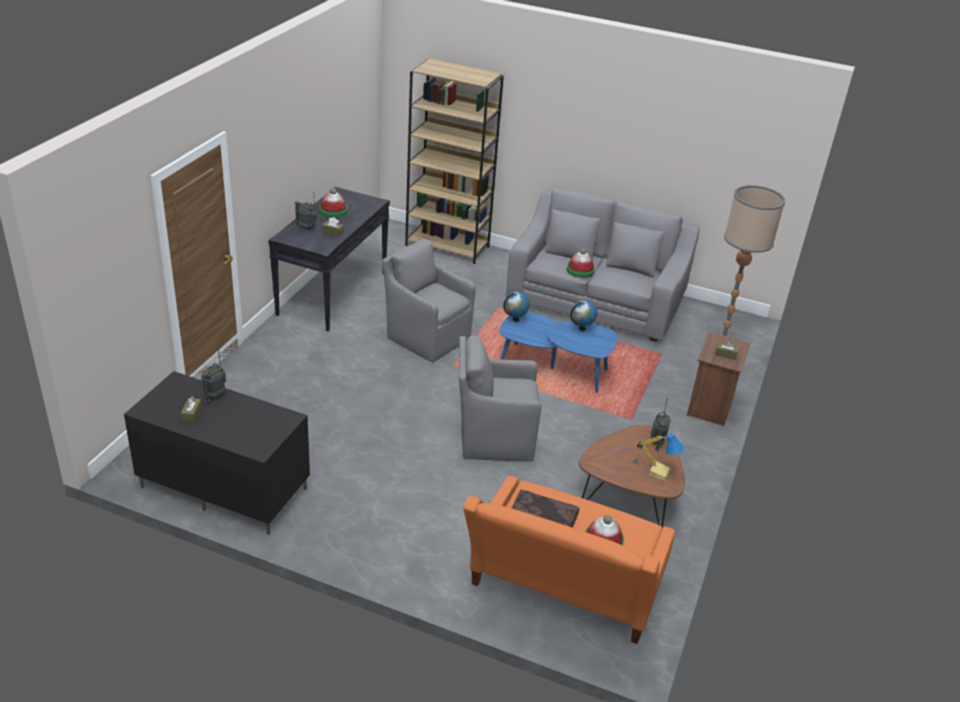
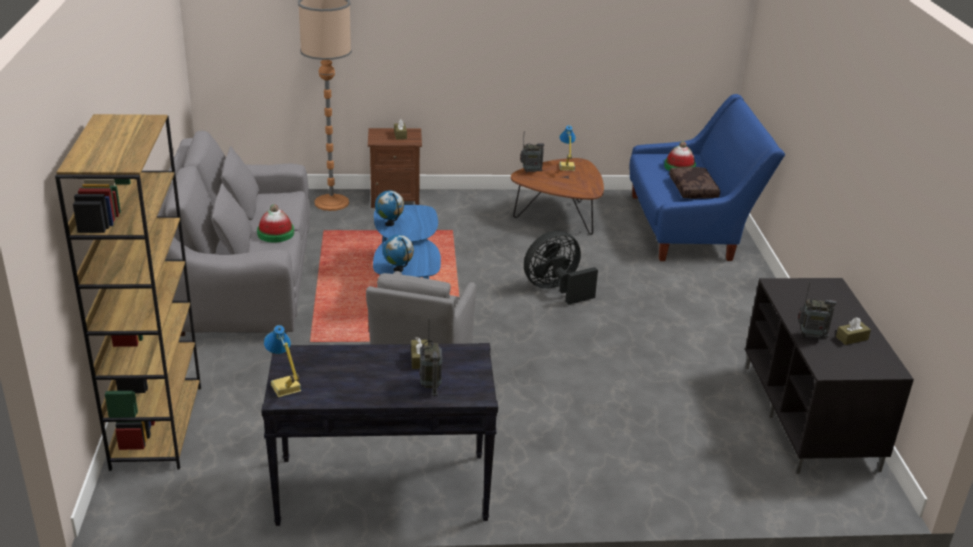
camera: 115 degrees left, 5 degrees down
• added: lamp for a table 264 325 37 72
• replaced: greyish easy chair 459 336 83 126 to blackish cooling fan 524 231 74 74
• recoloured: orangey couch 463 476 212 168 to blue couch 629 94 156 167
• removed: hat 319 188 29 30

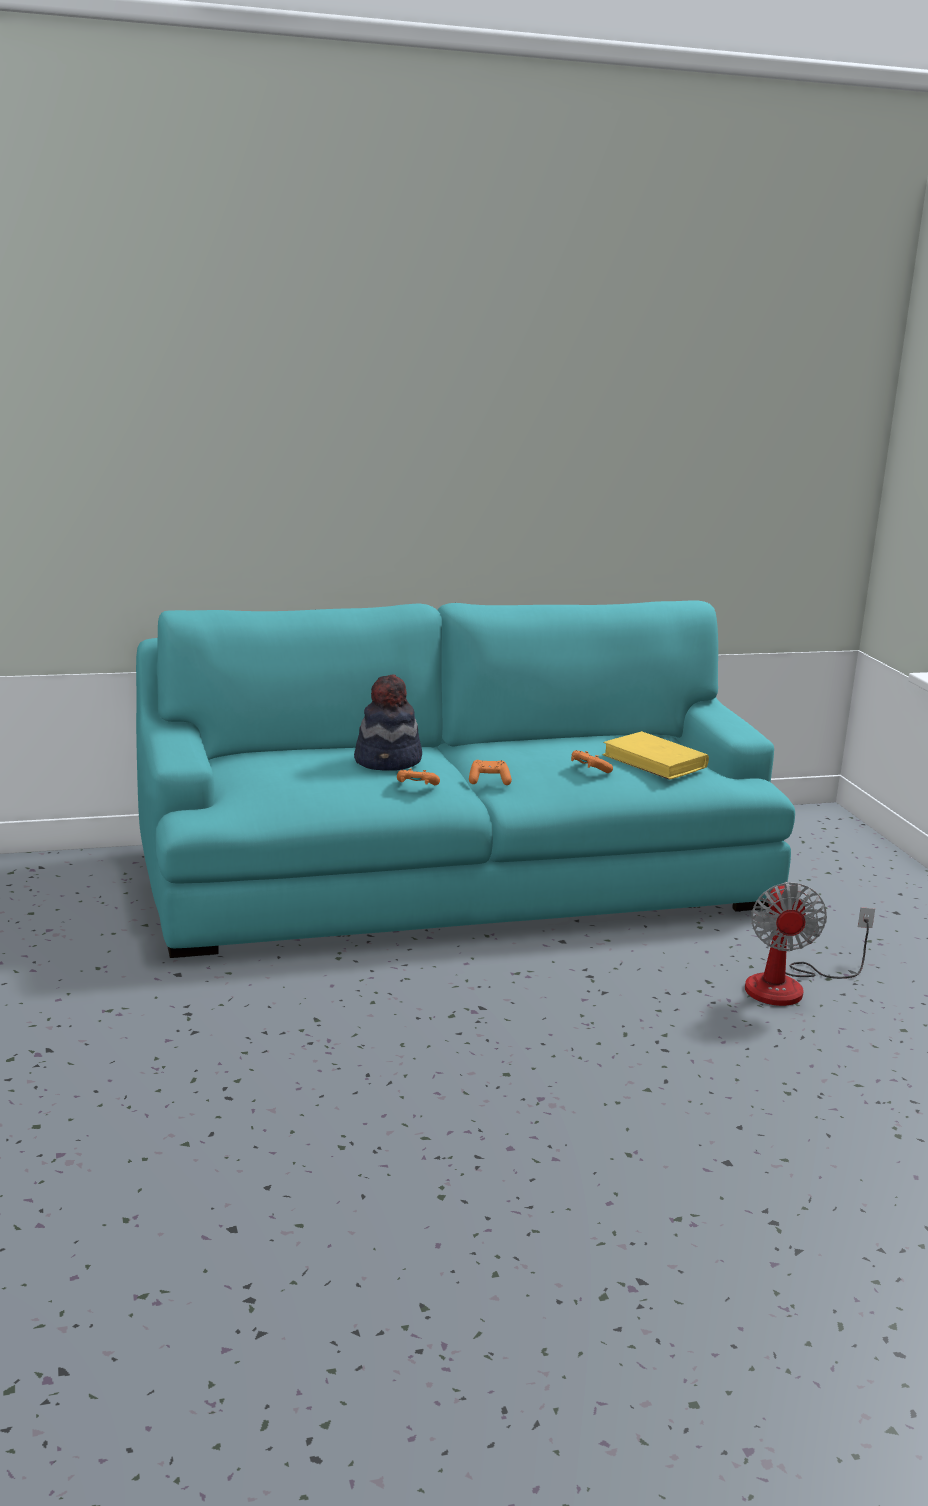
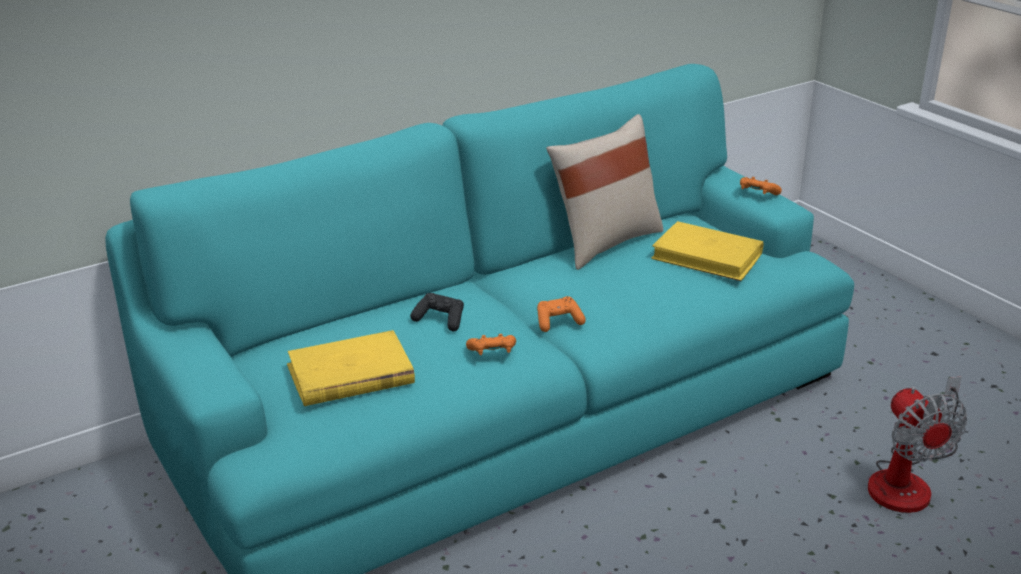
camera: 15 degrees left, 10 degrees up
• added: yellow bound book 287 330 128 76
• replaced: hat 354 674 68 97 to blackish joypad 410 293 54 38
• added: sand-coloured cushion 546 114 117 156
• moved: orangey joypad 571 750 42 23 to 740 177 42 18

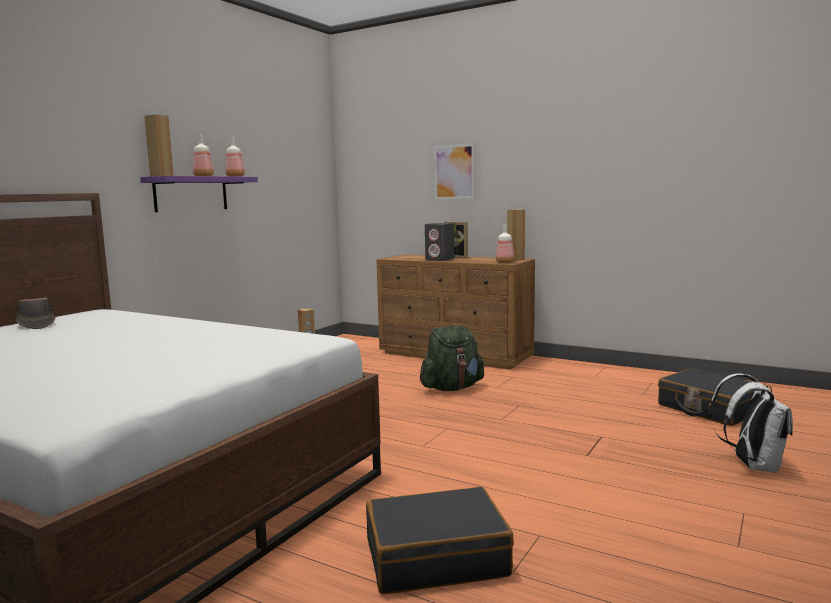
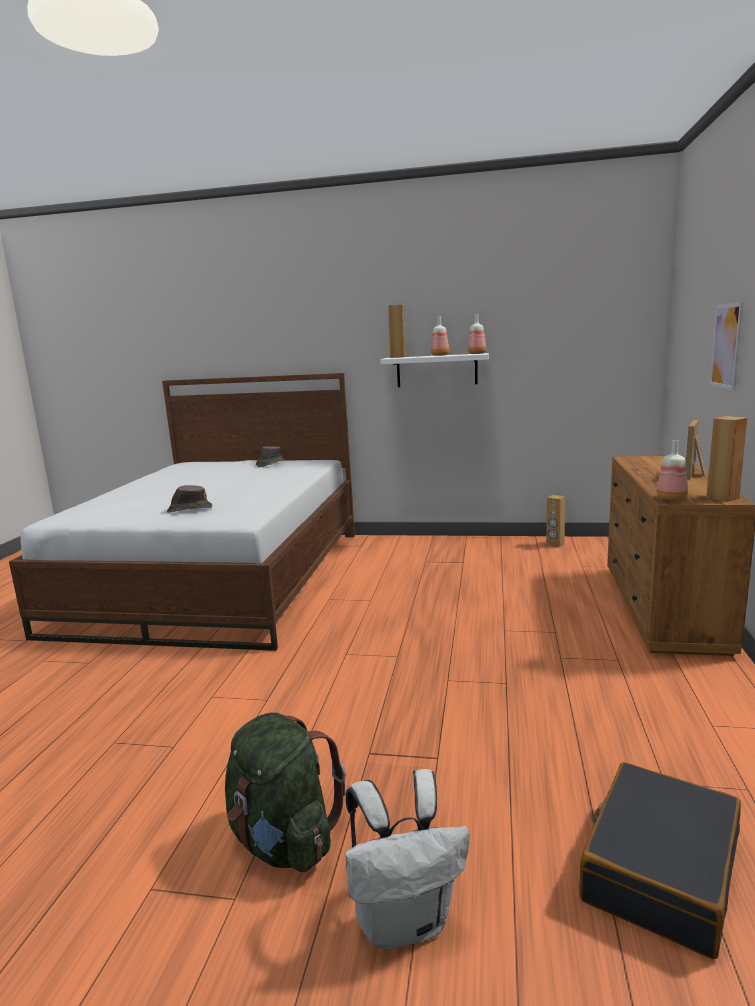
camera: 70 degrees right, 5 degrees up
• added: brown-coloured hat 167 485 45 28
• moved: greenish knapsack 420 325 64 66 to 225 712 121 160
• recoloured: purple shelf 140 176 118 36 to whitish shelf 380 353 109 34
• removed: blackish suitcase 366 486 148 108
• removed: greyish audio speaker 425 223 30 38

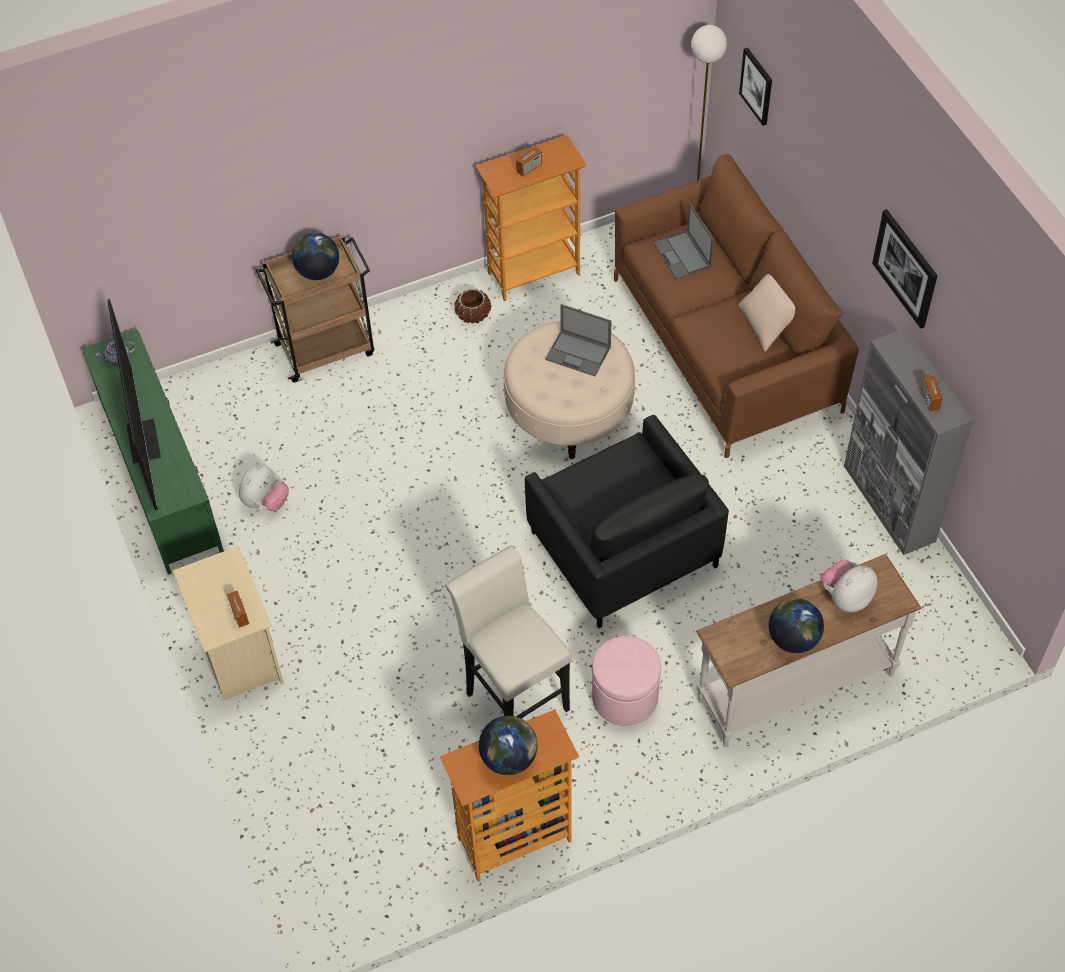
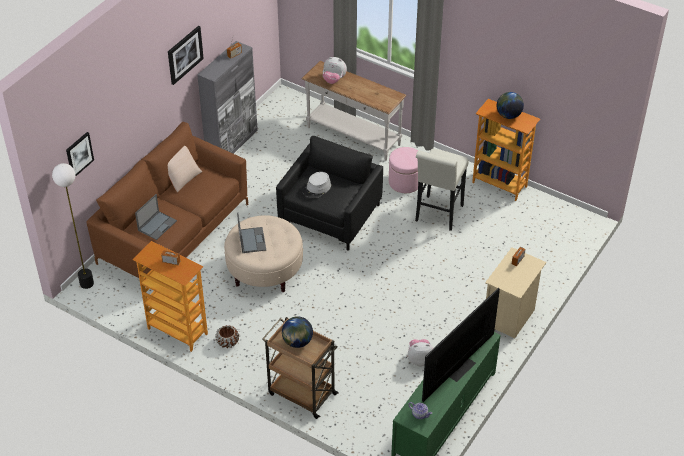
camera: 125 degrees left, 10 degrees down
• added: greyish hat 302 172 29 26
• removed: globe 769 598 55 55

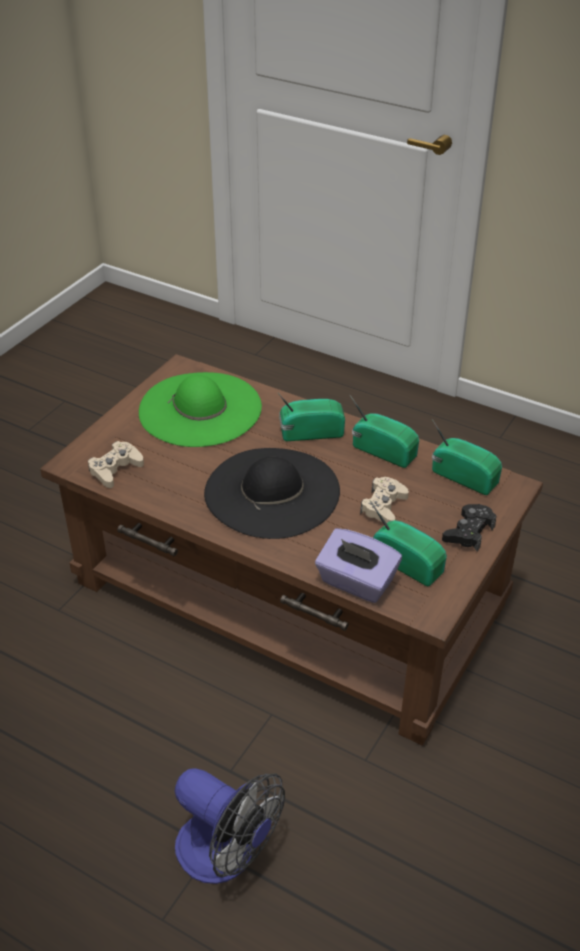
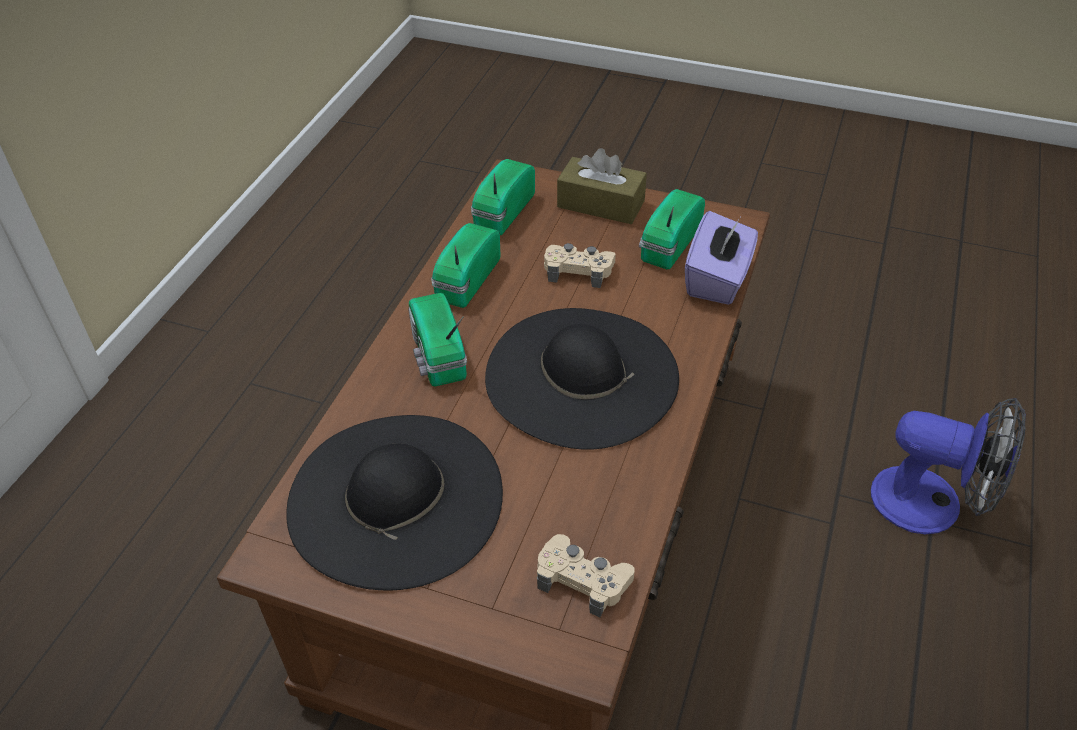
camera: 100 degrees left, 5 degrees up
• recoloured: greenish hat 139 372 123 75 to blackish hat 286 415 217 176
• replaced: blackish joypad 442 504 54 47 to brown-coloured tissue holder 557 148 90 76
• turned: cooling fan 175 768 110 116 = 871 398 155 136 90 degrees clockwise

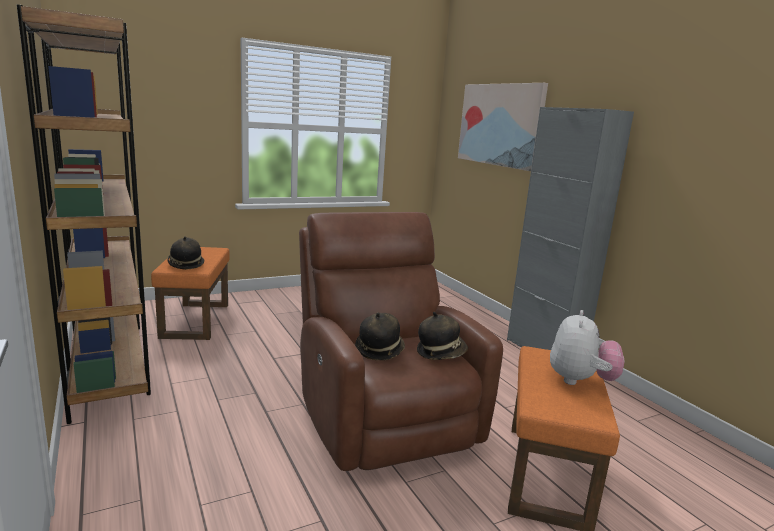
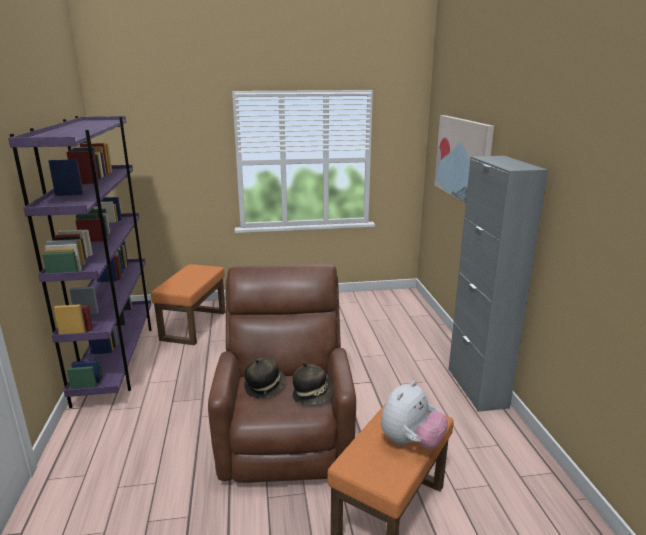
camera: 20 degrees right, 5 degrees up
• recoloured: brown-coloured bookshelf 17 5 134 419 to purple bookshelf 8 116 143 292
• removed: hat 168 236 36 34

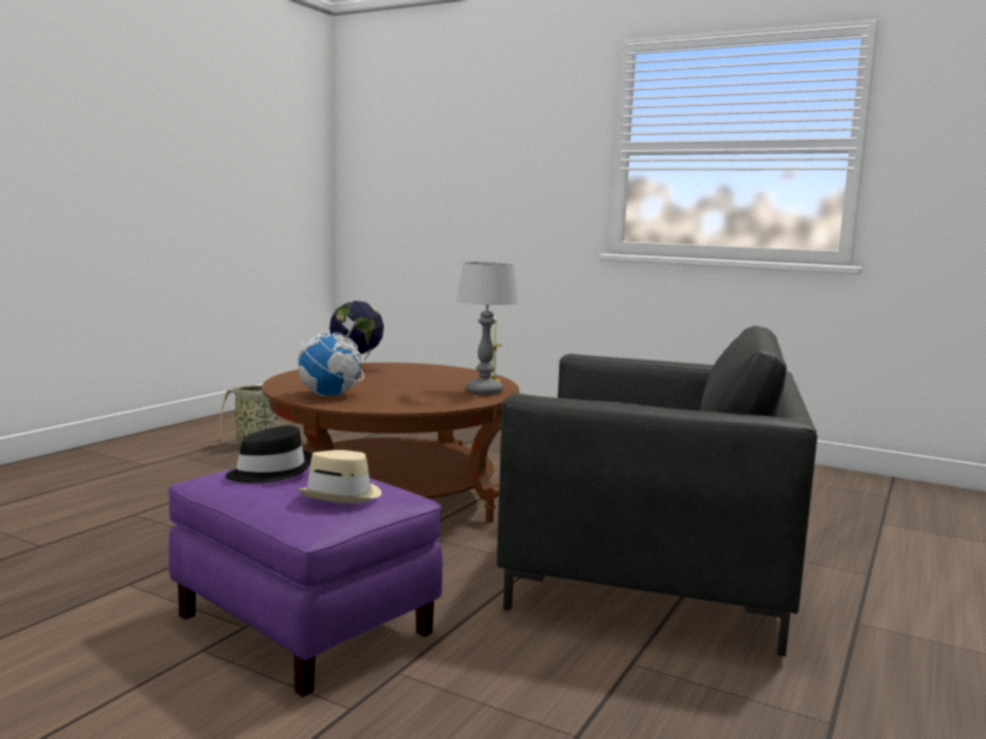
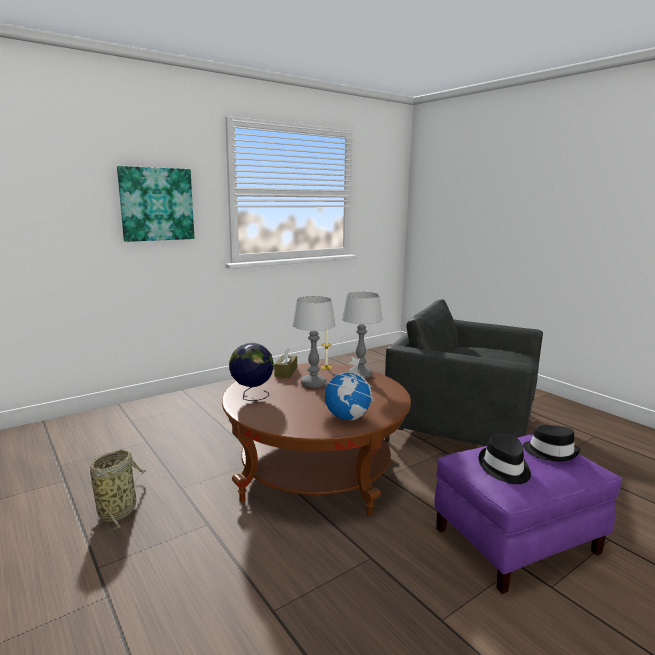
camera: 65 degrees left, 5 degrees up
• added: wall art 117 166 77 76
• added: brown-coloured tissue holder 274 348 23 30
• added: lamp for a table 292 296 44 92
• turned: greyish easy chair 497 326 321 330 = 385 299 158 147 105 degrees counterclockwise
• recoloured: sand-coloured hat 298 450 84 53 to blackish hat 523 425 57 36

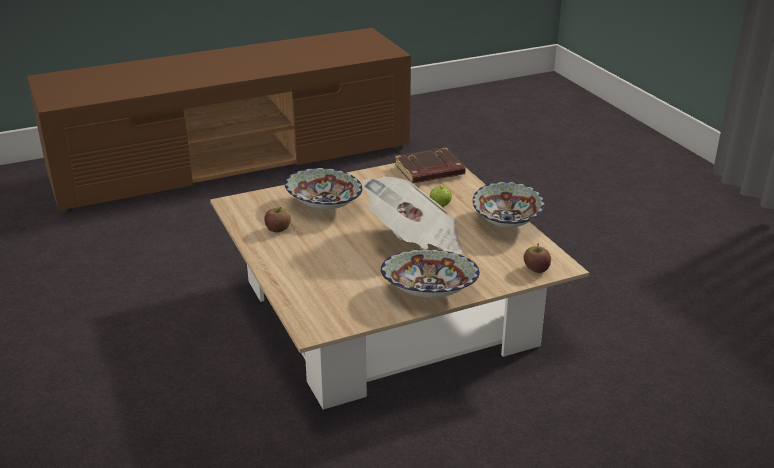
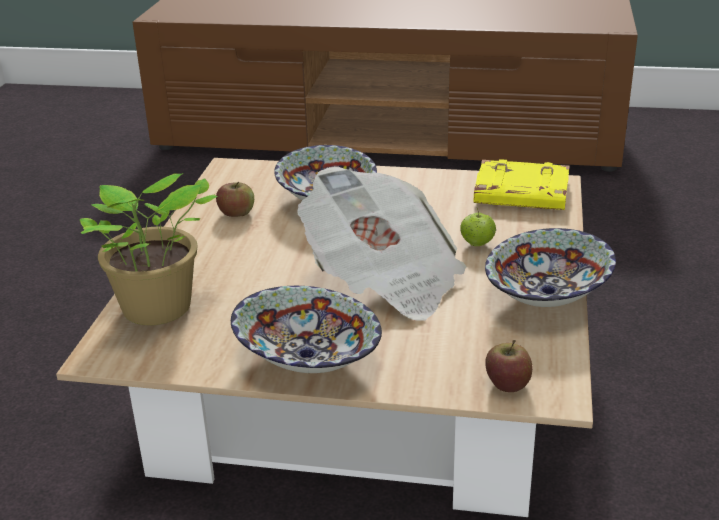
camera: 35 degrees right, 0 degrees up
• added: potted plant 80 173 137 152
• recoloured: brown-coloured bound book 395 148 71 35 to yellow bound book 474 159 96 51

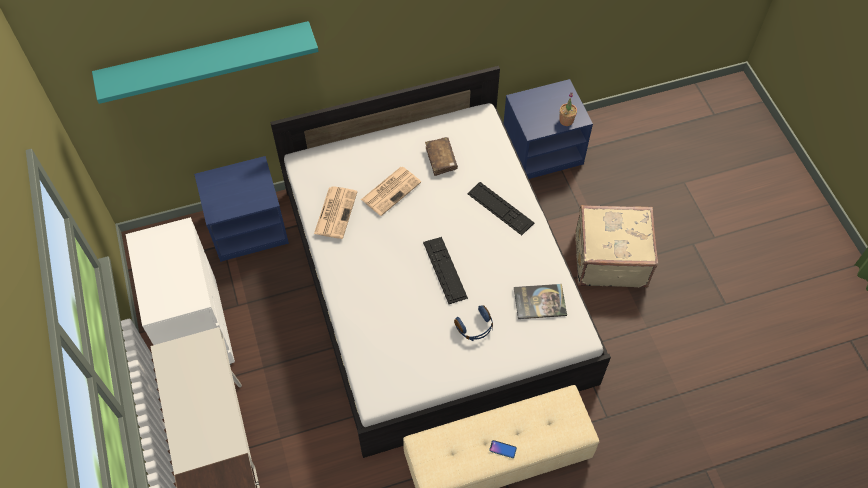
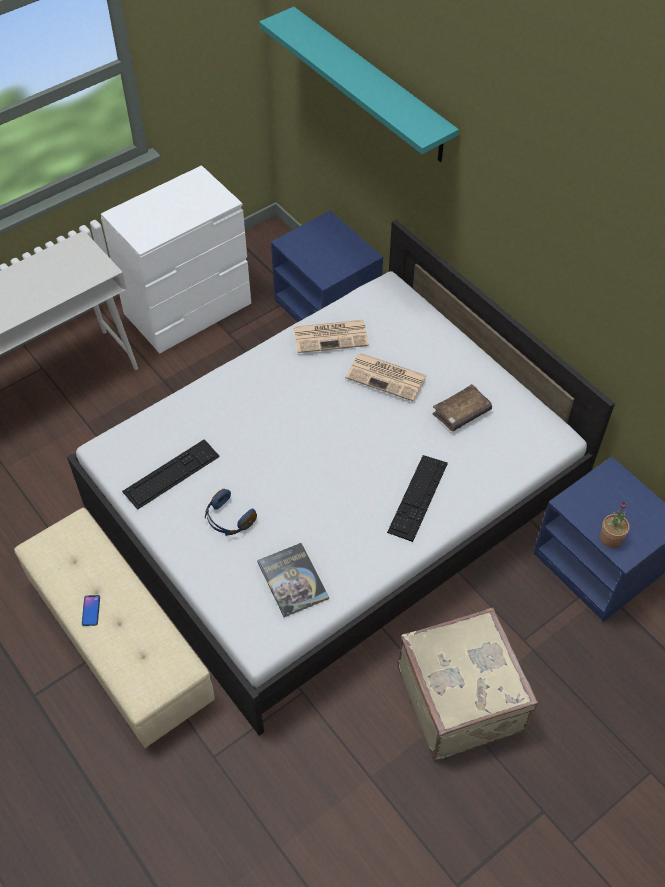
camera: 70 degrees right, 5 degrees down
• moved: computer keyboard 423 237 45 67 to 122 439 98 71

